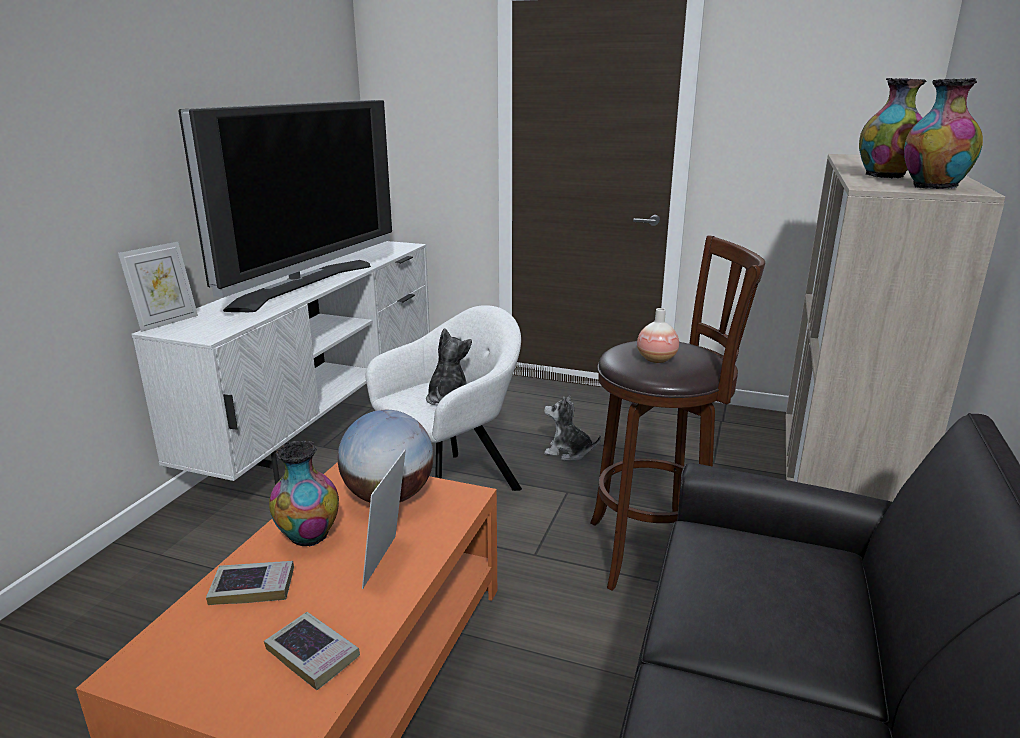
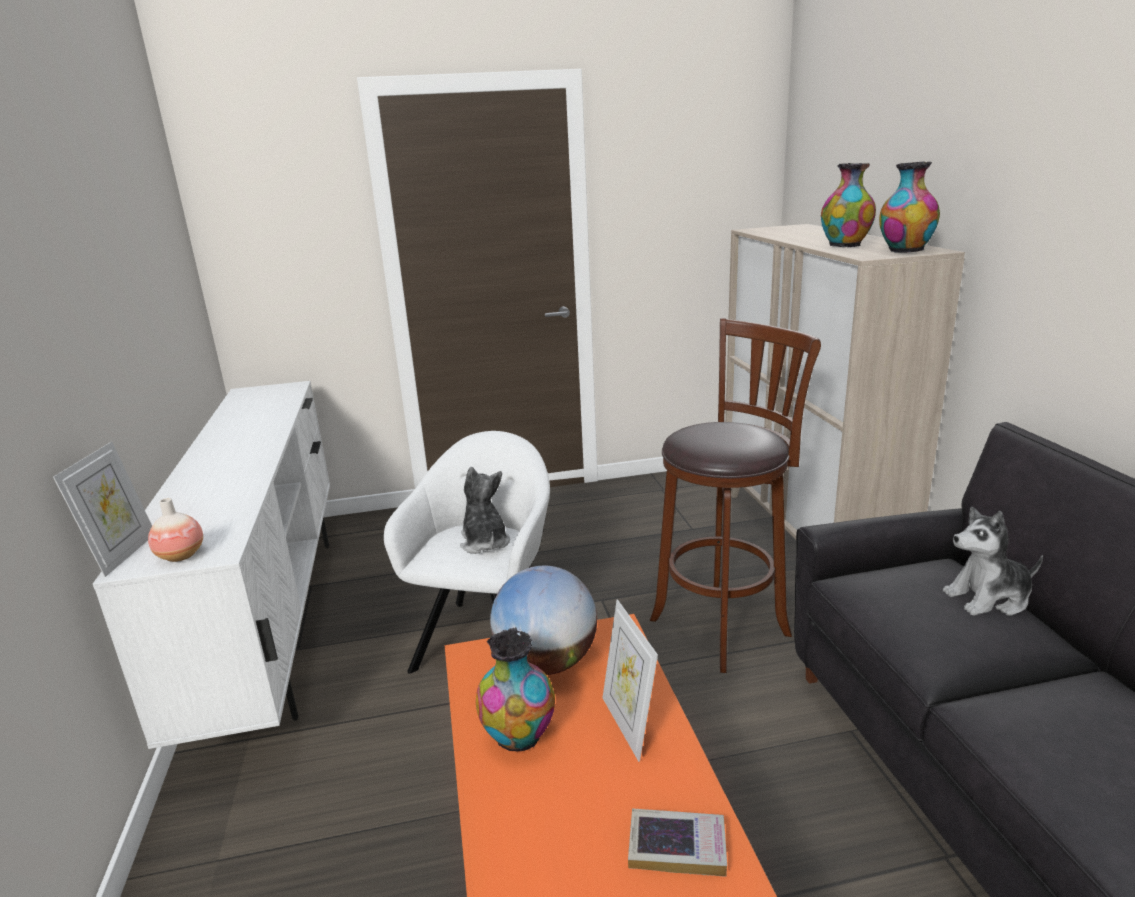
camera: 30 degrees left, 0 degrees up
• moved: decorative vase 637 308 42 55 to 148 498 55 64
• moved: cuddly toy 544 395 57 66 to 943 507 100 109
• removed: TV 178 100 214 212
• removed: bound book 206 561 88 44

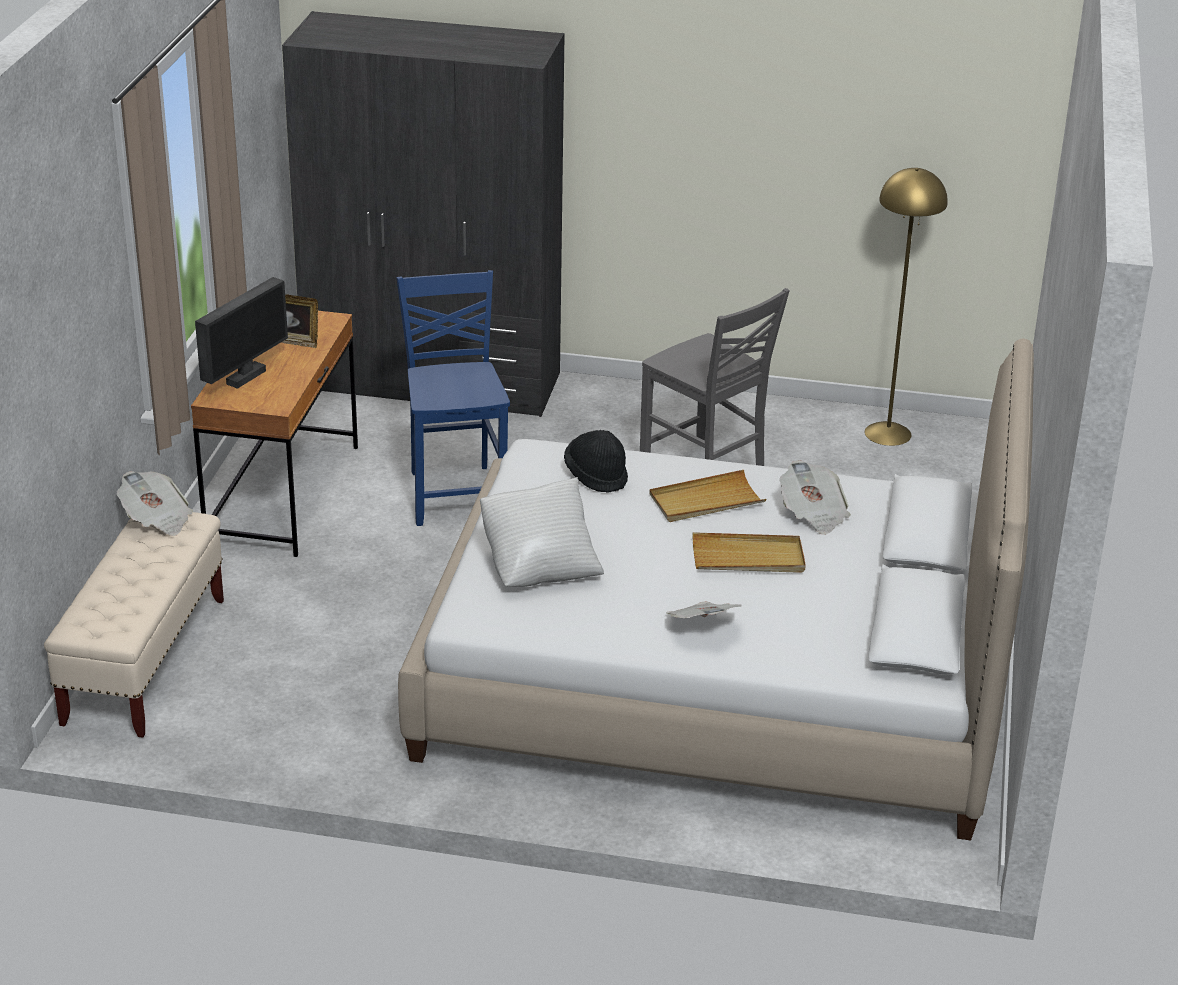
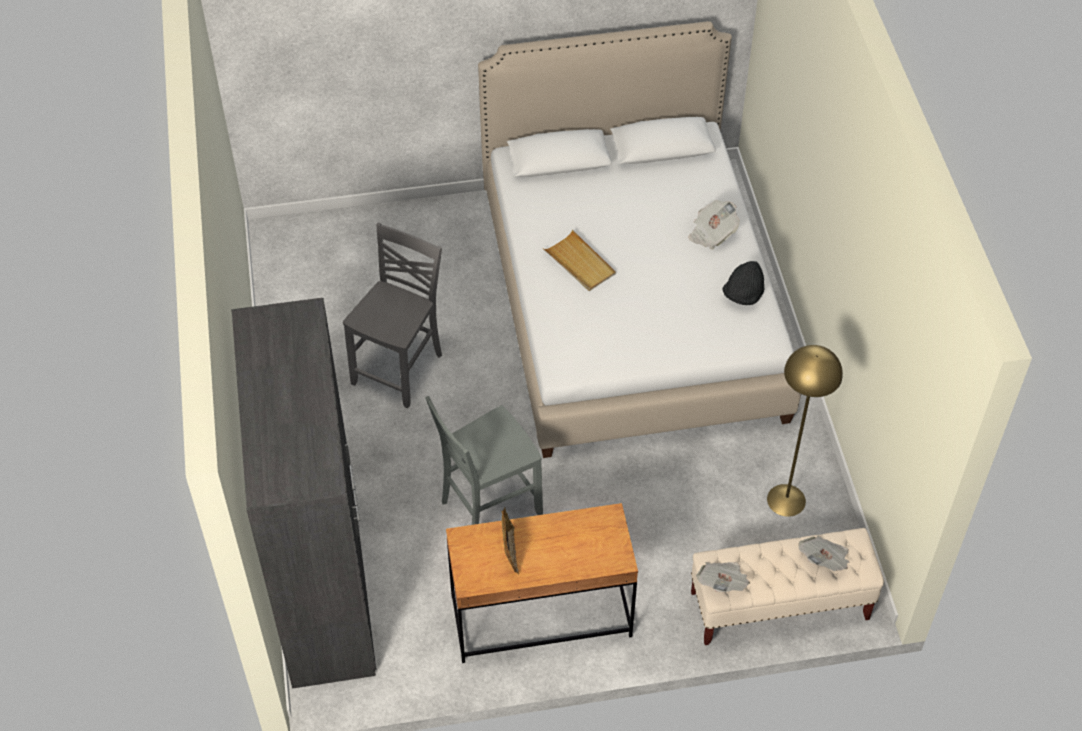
camera: 110 degrees left, 20 degrees up
• recoloured: blue plain chair 396 270 114 256 to greyish plain chair 425 396 118 129
• moved: blackish hat 564 430 64 63 to 722 261 42 44
• moved: yellow floor lamp 865 168 83 278 to 767 345 76 172
• moved: daily paper 779 460 72 75 to 798 536 51 35
• removed: computer screen 195 277 93 112
• removed: whitish cushion 480 477 124 110
• removed: sand-coloured carrying tray 693 532 113 41

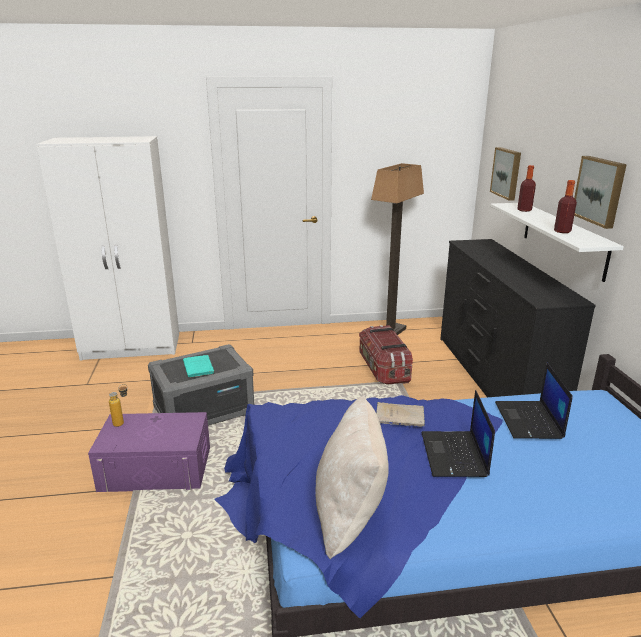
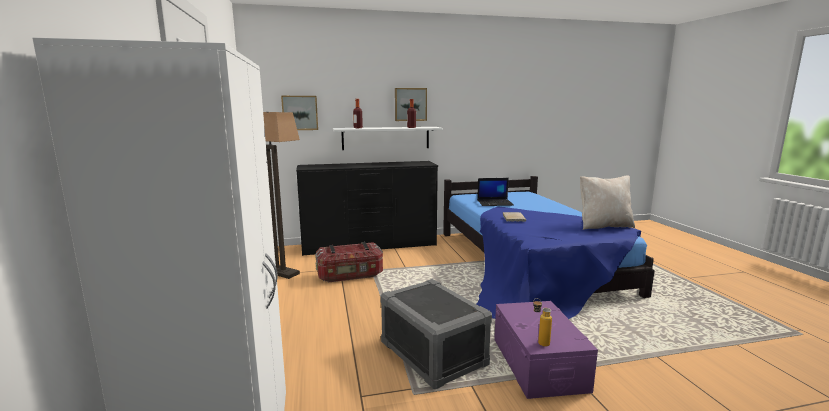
camera: 95 degrees left, 10 degrees down
• removed: turquoise-coloured bound book 183 355 31 23
• removed: notebook computer 421 390 74 87

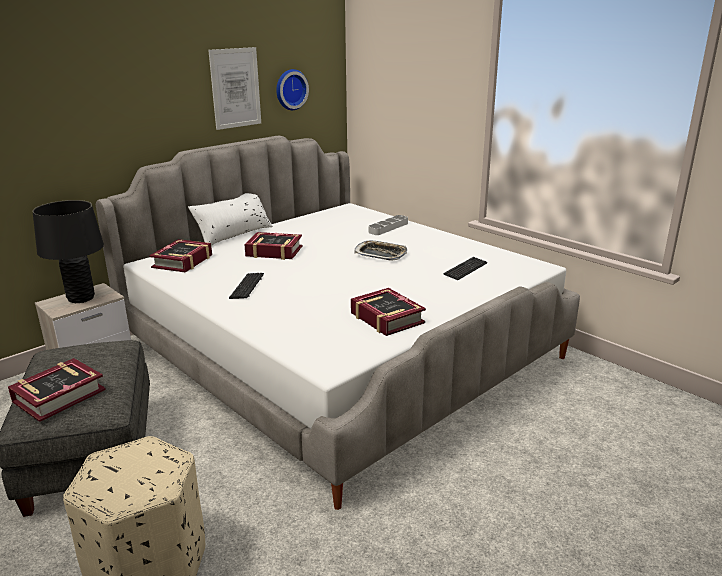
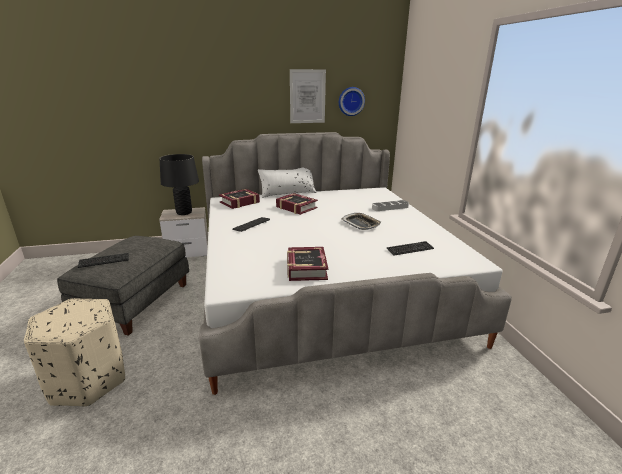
camera: 30 degrees right, 0 degrees up
• replaced: bound book 8 358 98 64 to computer keyboard 78 253 51 15

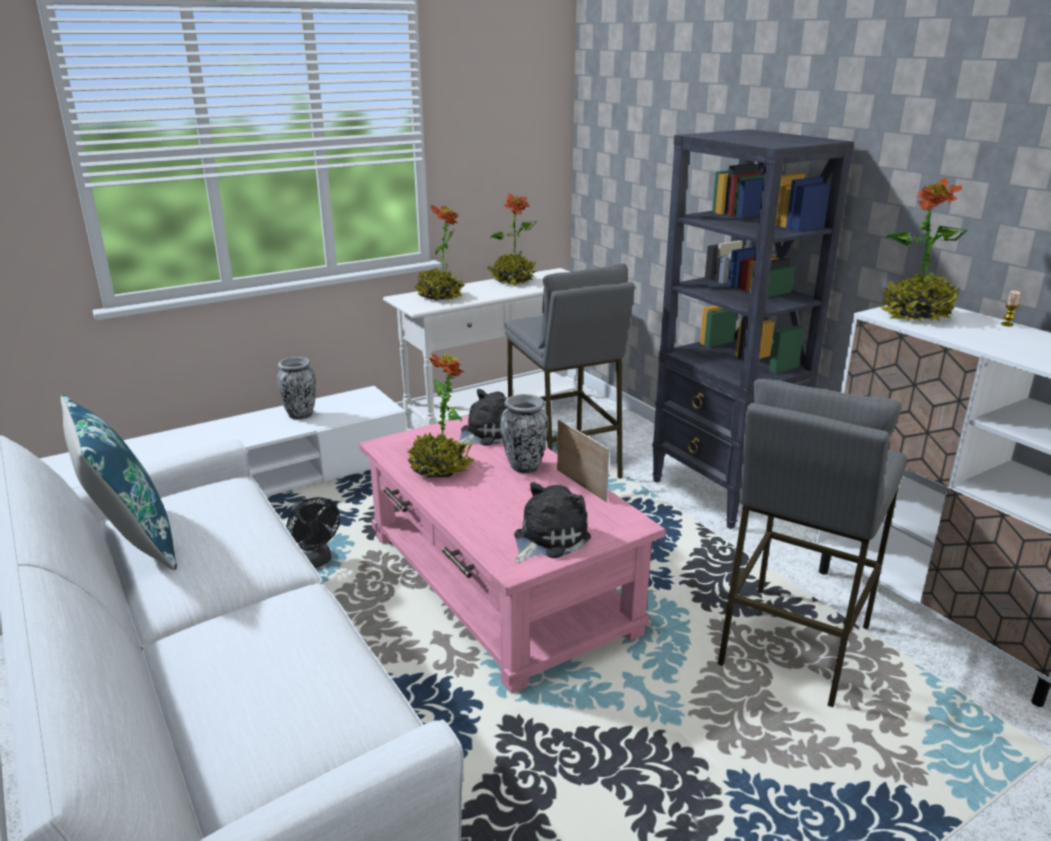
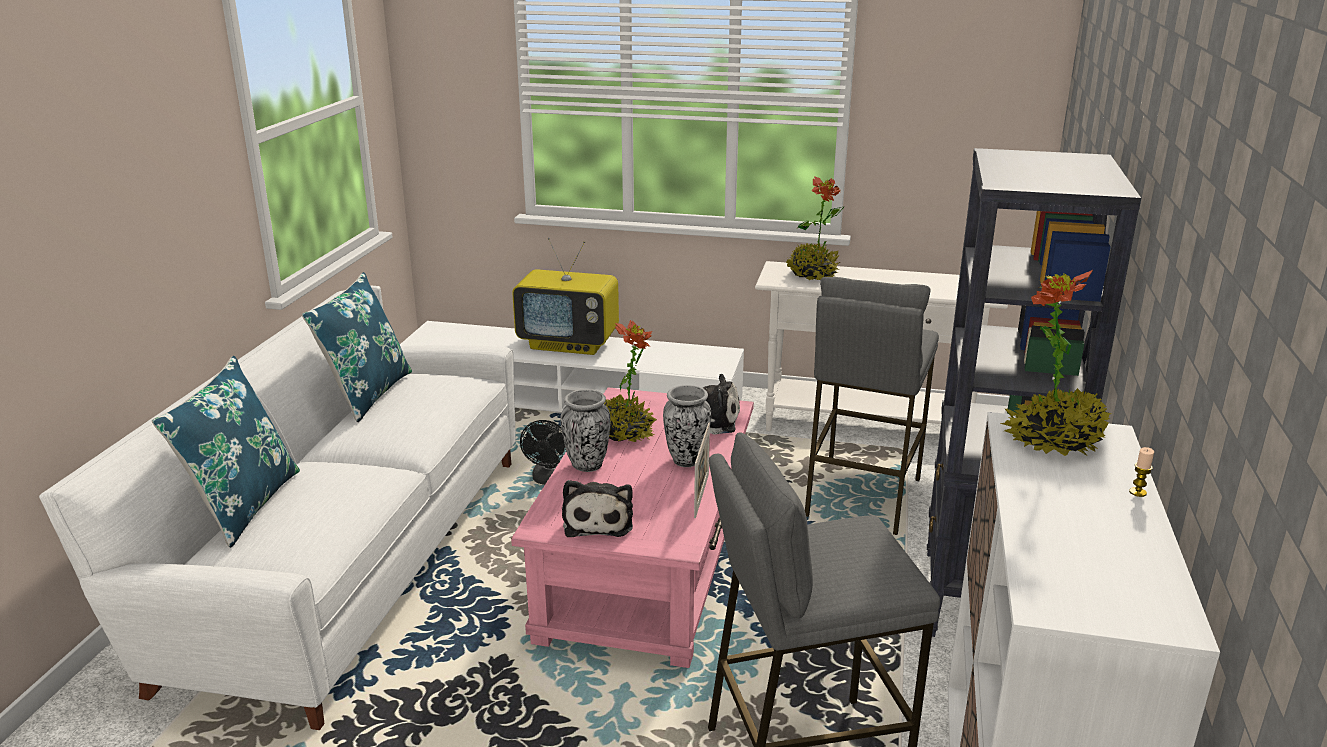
camera: 45 degrees right, 0 degrees up
• added: blue cushion 152 356 148 191
• added: TV 512 237 107 118
• moved: decorative vase 277 357 39 62 to 560 389 51 83
• turned: cuddly toy 514 482 77 81 = 562 480 71 57 90 degrees clockwise
• removed: potted plant 487 194 50 92

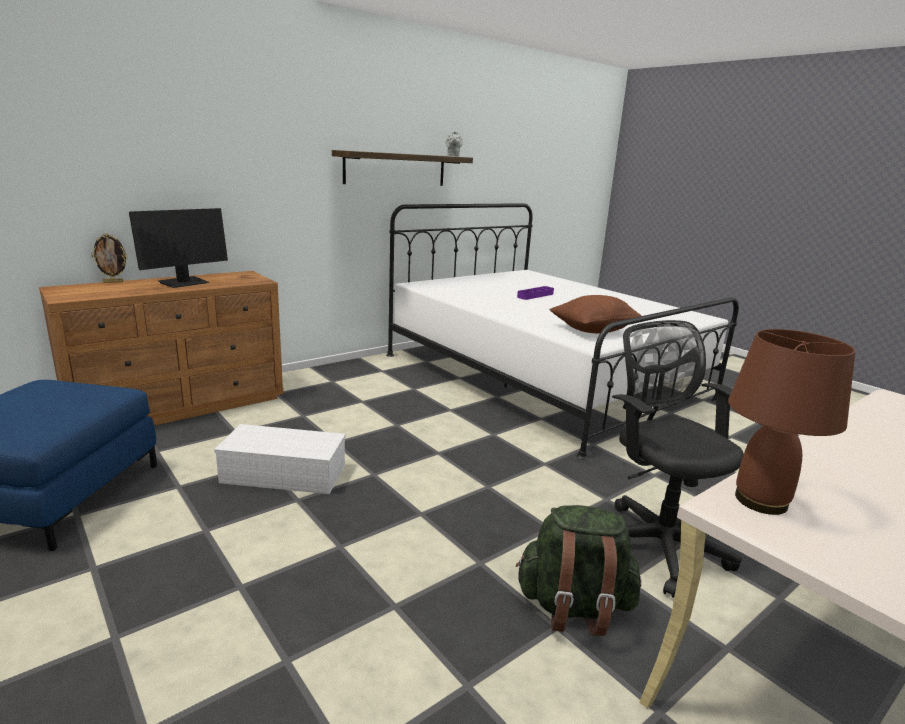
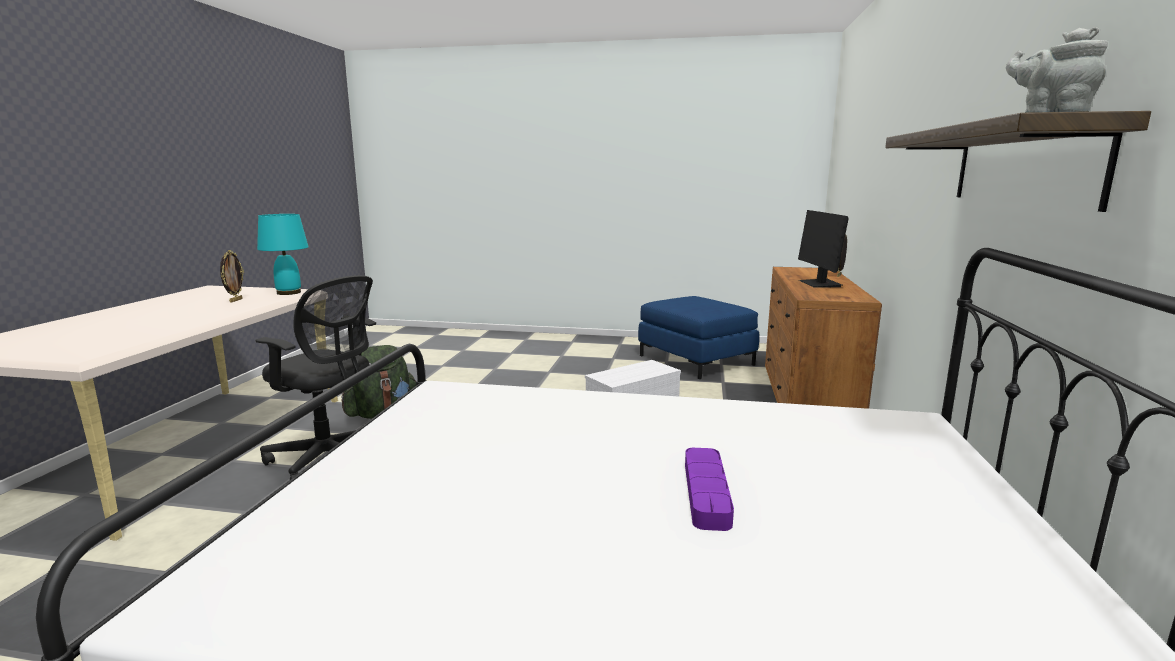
camera: 140 degrees right, 5 degrees down
• added: picture frame 220 250 24 53
• recoloured: brown-coloured lamp for a table 728 329 127 186 to turquoise-coloured lamp for a table 257 214 51 81
• removed: brown-coloured cushion 549 295 93 38

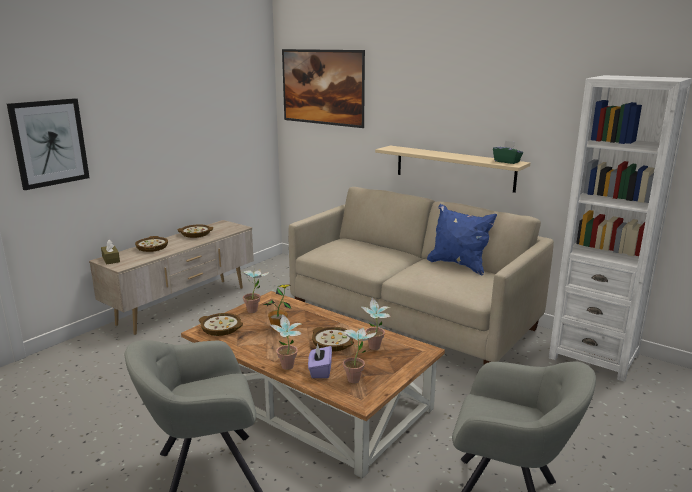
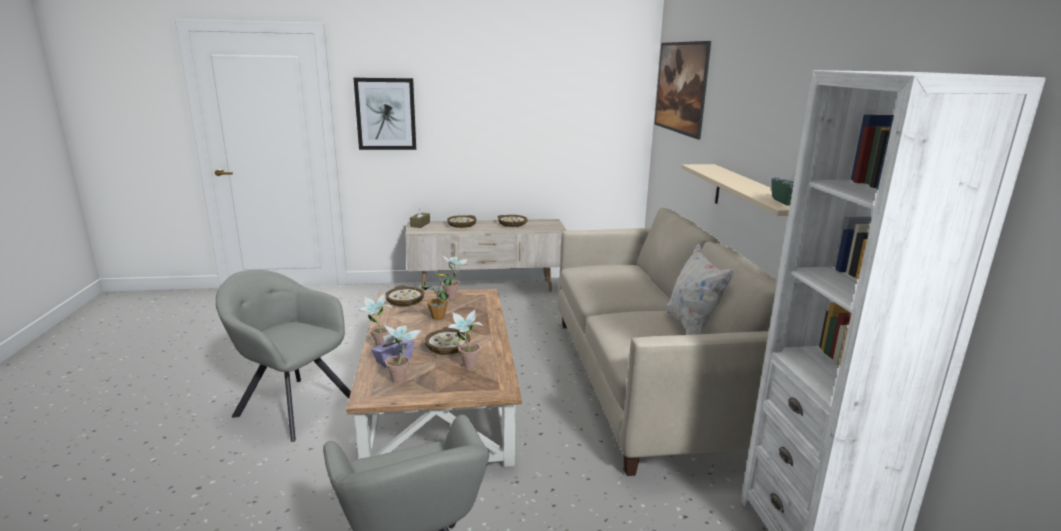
camera: 45 degrees right, 0 degrees up
• recoloured: blue cushion 427 204 70 71 to whitish cushion 666 243 68 92

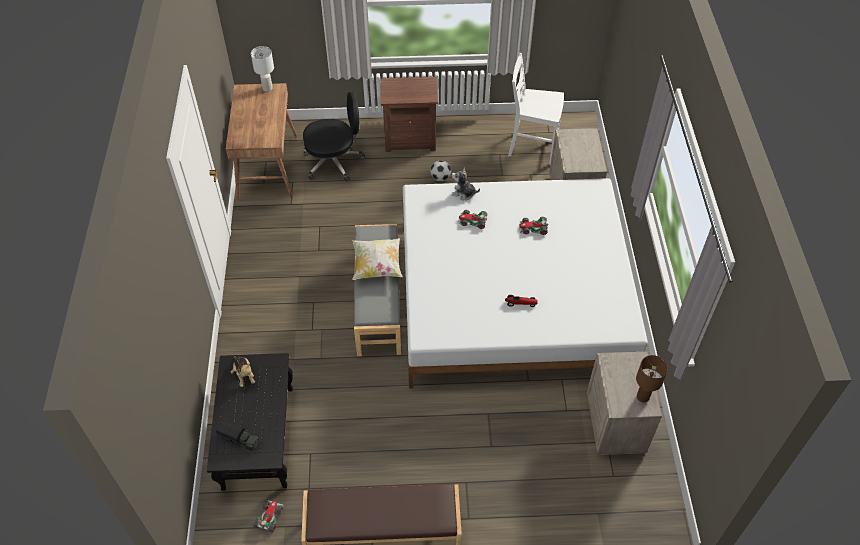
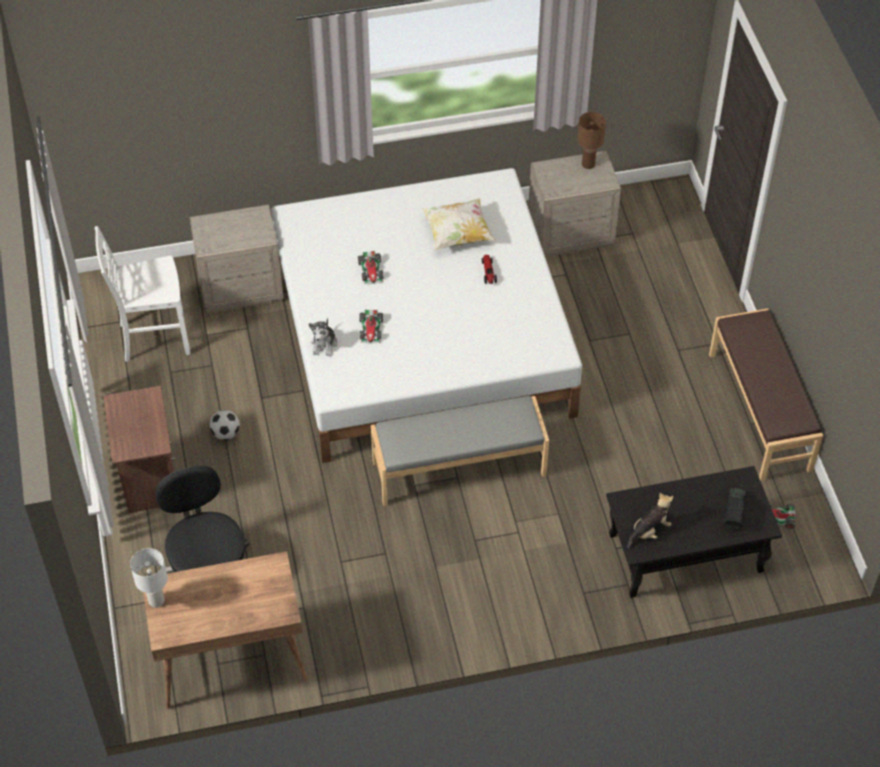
camera: 100 degrees left, 0 degrees up
• turned: whitish plain chair 508 53 56 112 = 95 226 96 136 75 degrees clockwise
• moved: cushion 352 238 51 42 to 422 198 73 53

